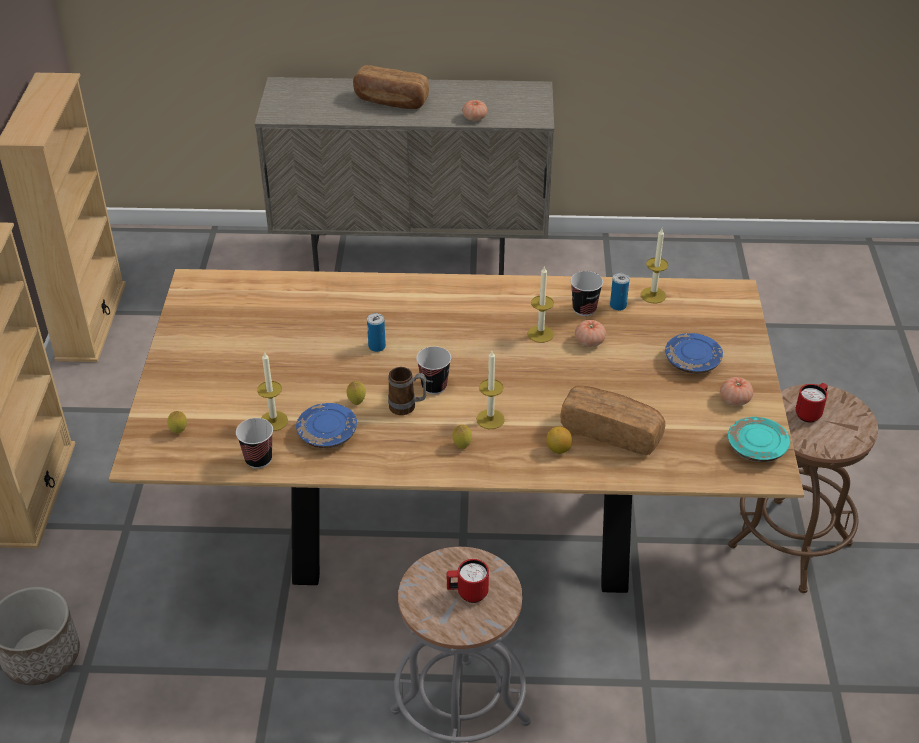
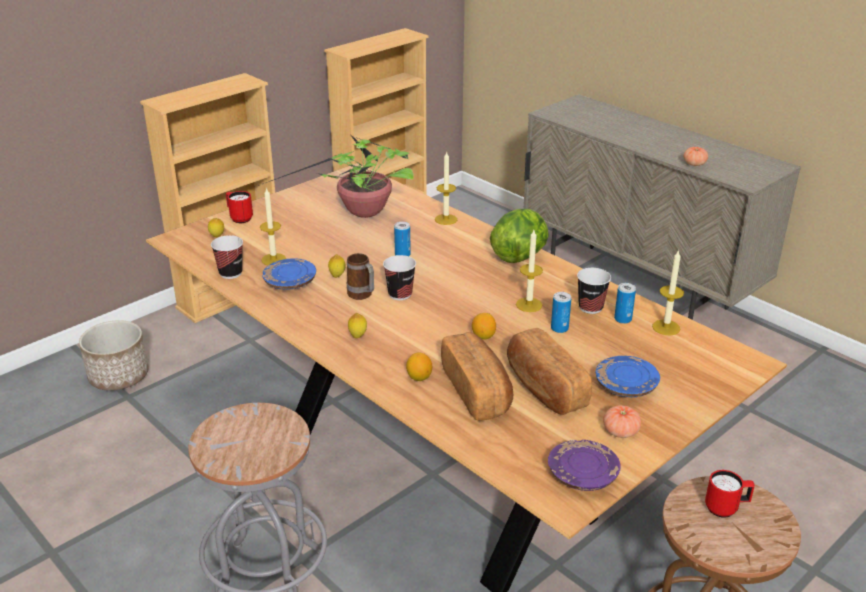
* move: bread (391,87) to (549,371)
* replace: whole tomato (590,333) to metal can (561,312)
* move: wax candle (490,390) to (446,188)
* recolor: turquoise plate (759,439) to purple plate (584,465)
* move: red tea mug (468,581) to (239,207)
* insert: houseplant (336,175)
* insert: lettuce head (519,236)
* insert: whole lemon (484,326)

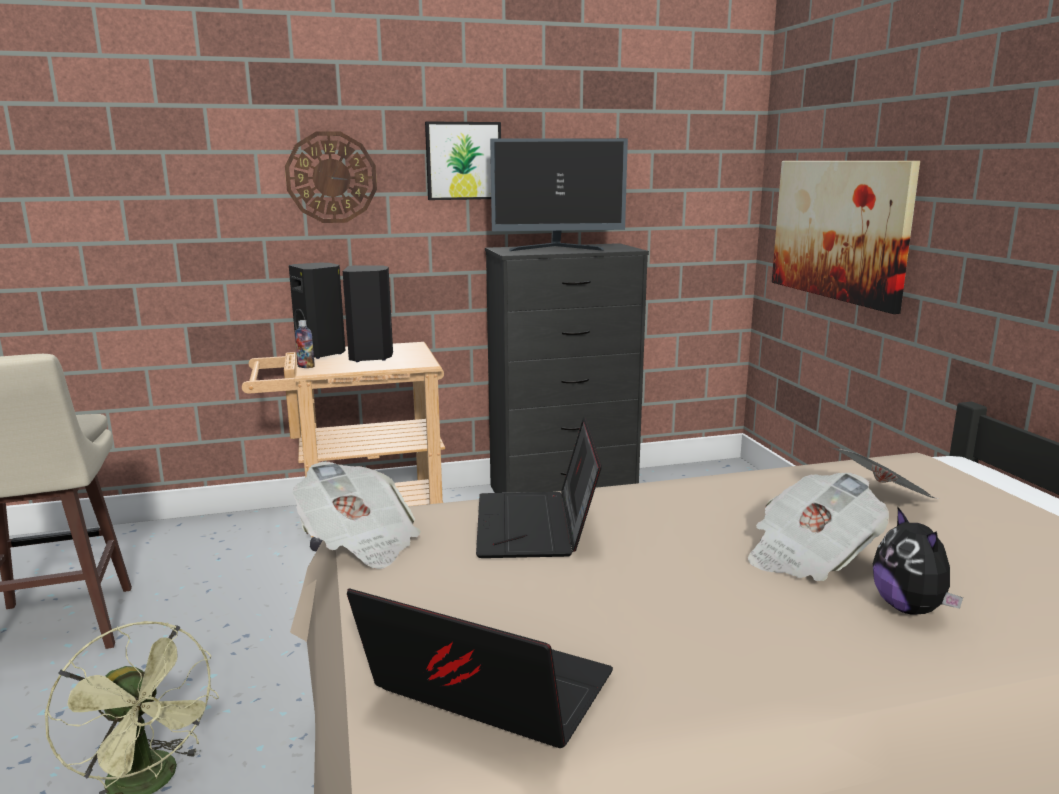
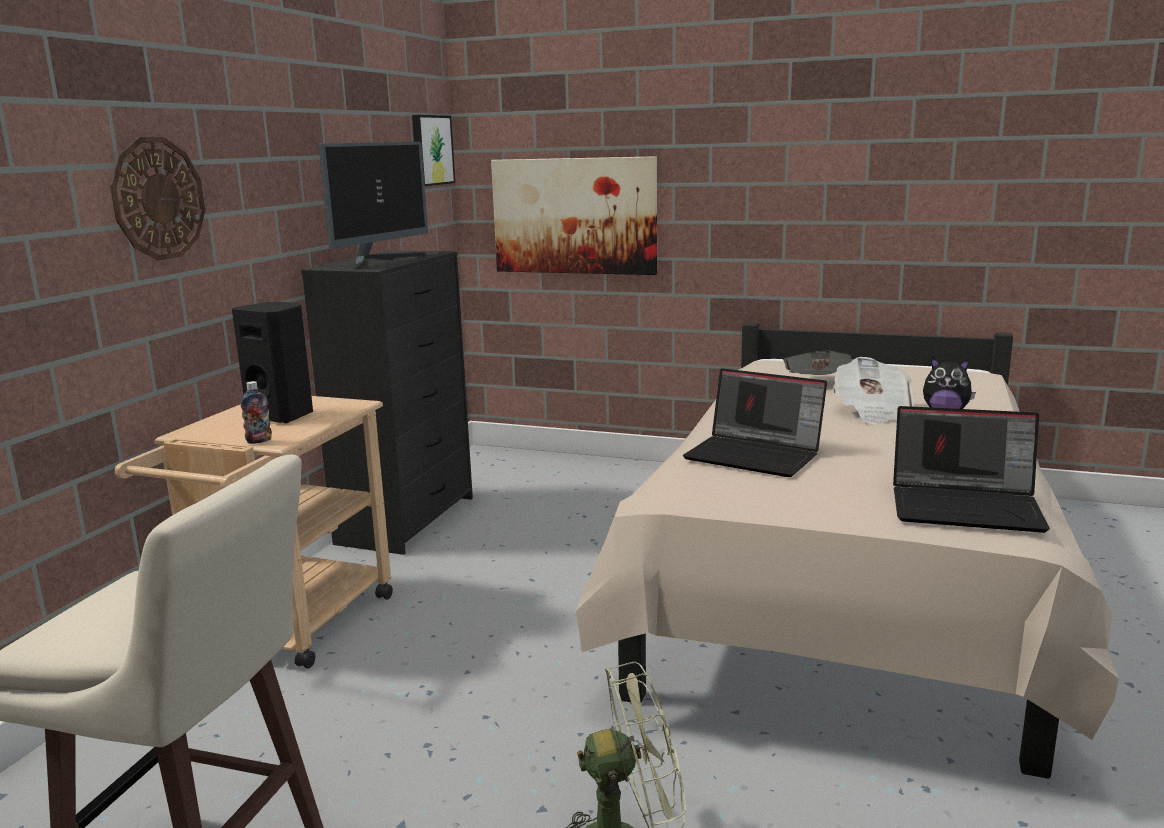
* move: wall picture (463,160) to (433,150)
* delete: black-coloured audio speaker (317,311)
* delete: newspaper (356,515)
* rotate: portable computer (480,668) = (971,469) 135 degrees counterclockwise

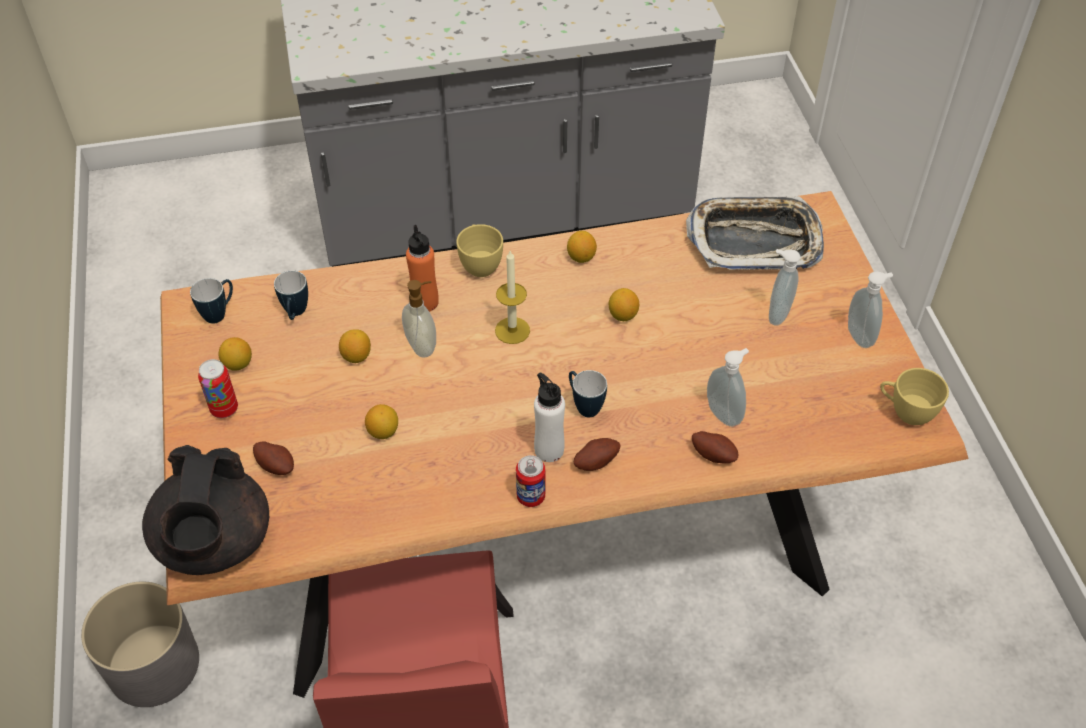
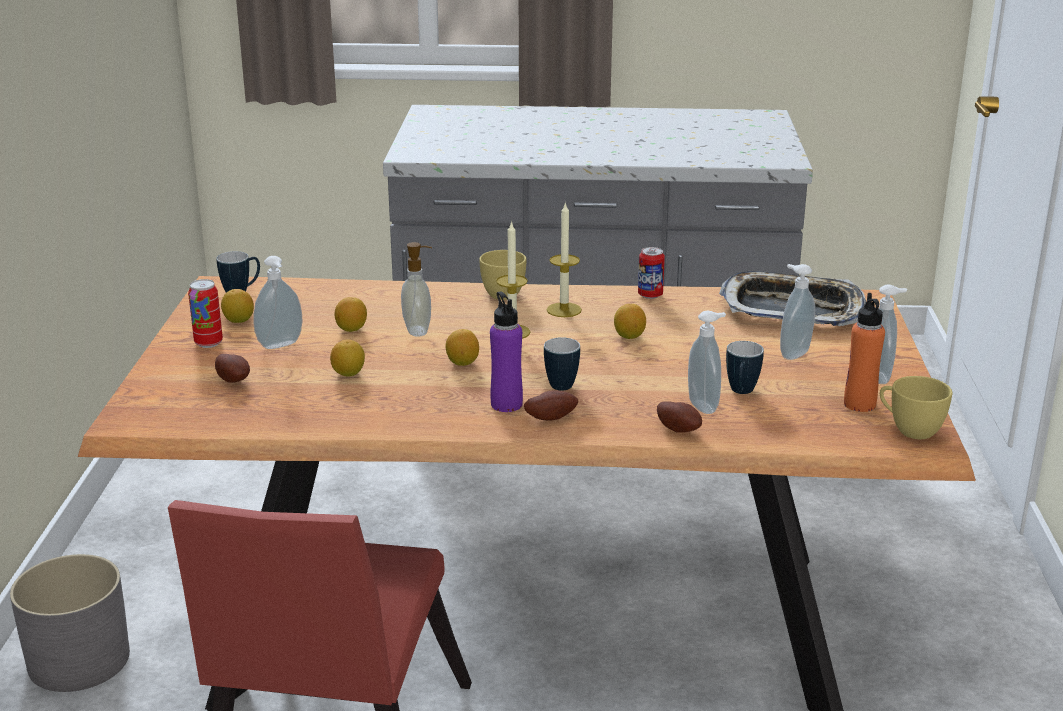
* move: orange beverage bottle (422,268) to (864,352)
* move: whole lemon (582,247) to (462,347)
* move: tea mug (291,295) to (745,367)
* recolor: white beverage bottle (549,417) to purple beverage bottle (506,351)
* delete: black-coloured tea pot (205,510)
* move: metal can (530,481) to (651,273)
* insert: wax candle (564,259)
* insert: soap bottle (277,302)

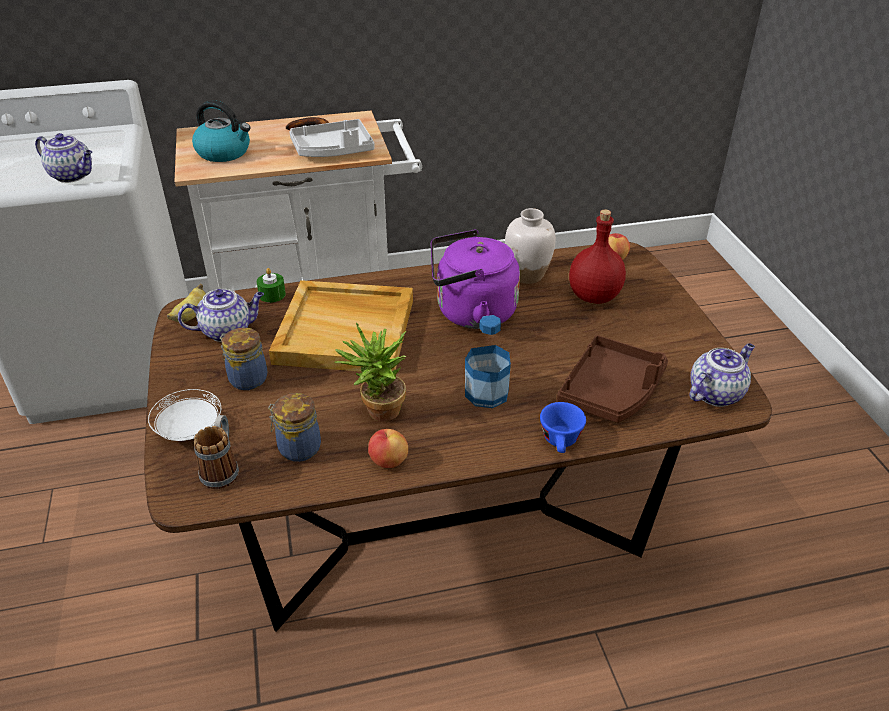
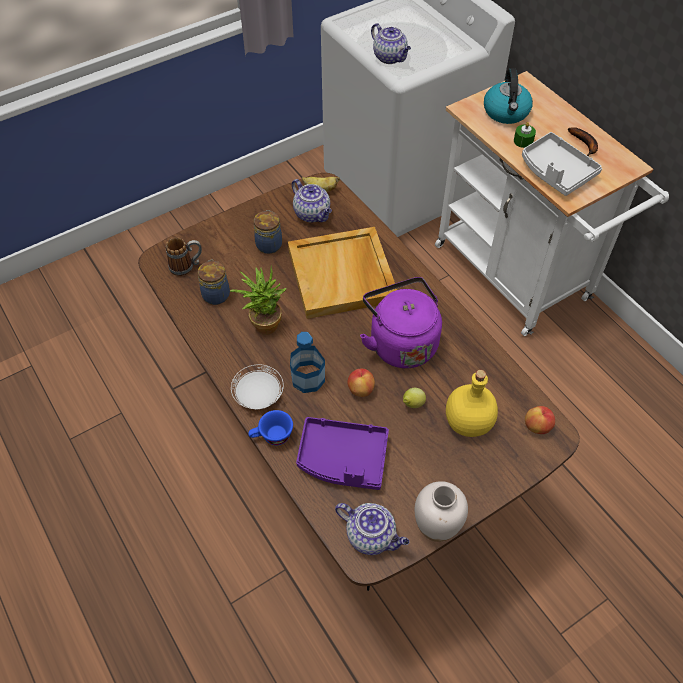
* rotate: tea pot (63,158) = (391,43) 45 degrees counterclockwise
* move: white vase (530,246) to (441,511)
* recolor: red beverage bottle (597,256) to yellowish beverage bottle (472,403)
* move: green wax candle (271,285) to (525,135)
* recolor: brown-coloured carrying tray (612,379) to purple carrying tray (342,453)
* move: white plate (184,415) to (257,387)
* move: apple (388,448) to (361,383)
* insert: whole lemon (414,398)

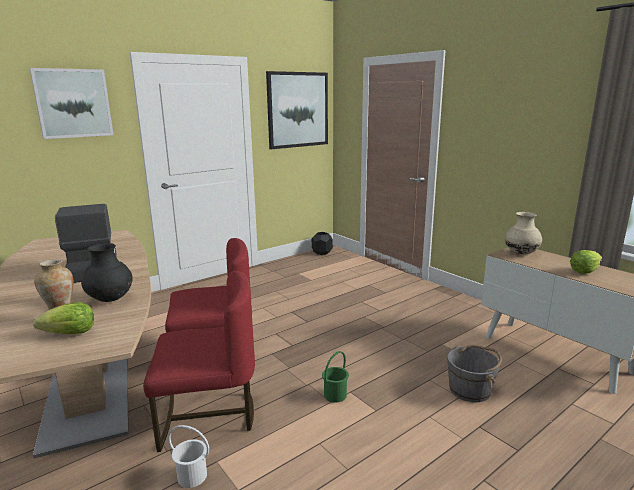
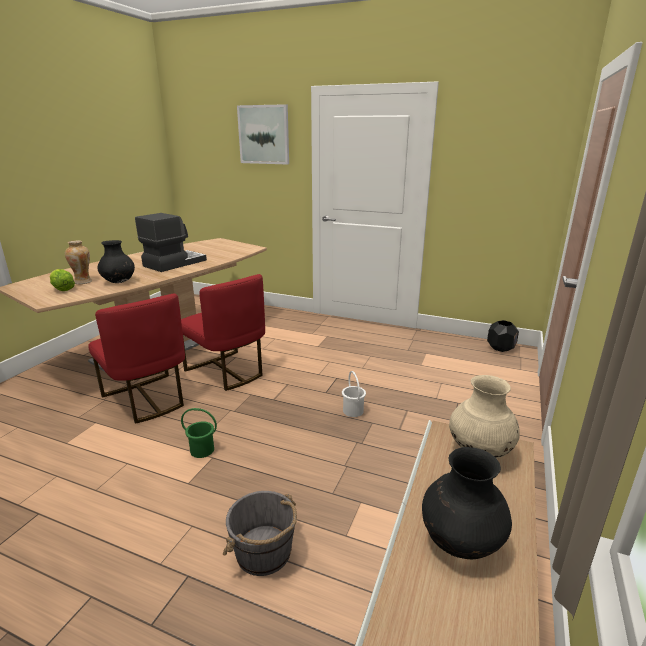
* delete: wall picture (297,110)
* replace: lettuce head (586,262) to black-coloured vase (467,503)
* move: white bucket (188,456) to (354,394)

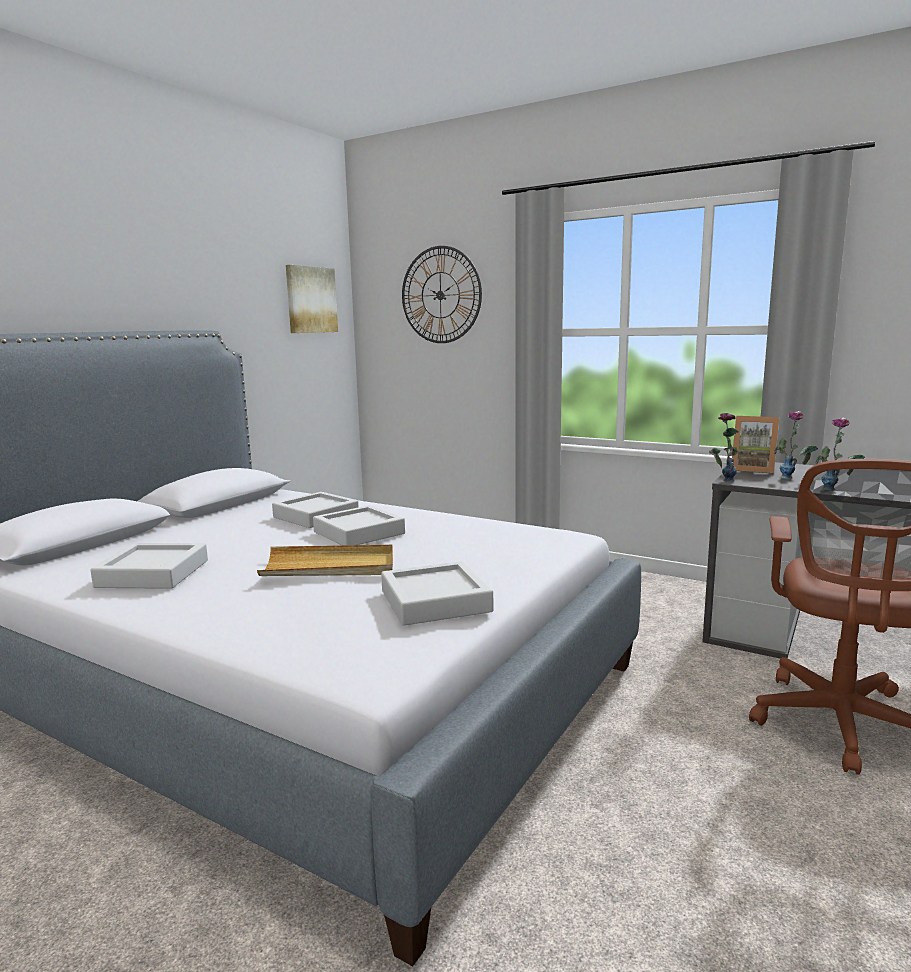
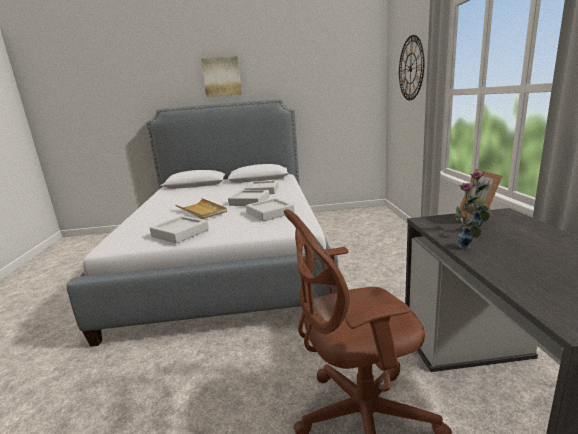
* move: wall picture (312,299) to (221,76)
* delete: vase (724,447)
* move: grey carrying tray (149,566) to (270,209)

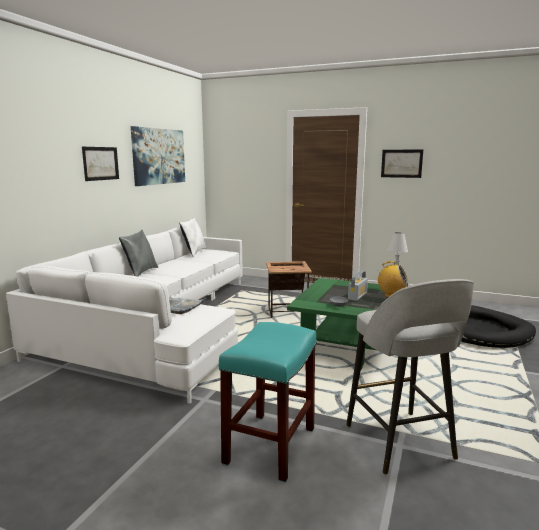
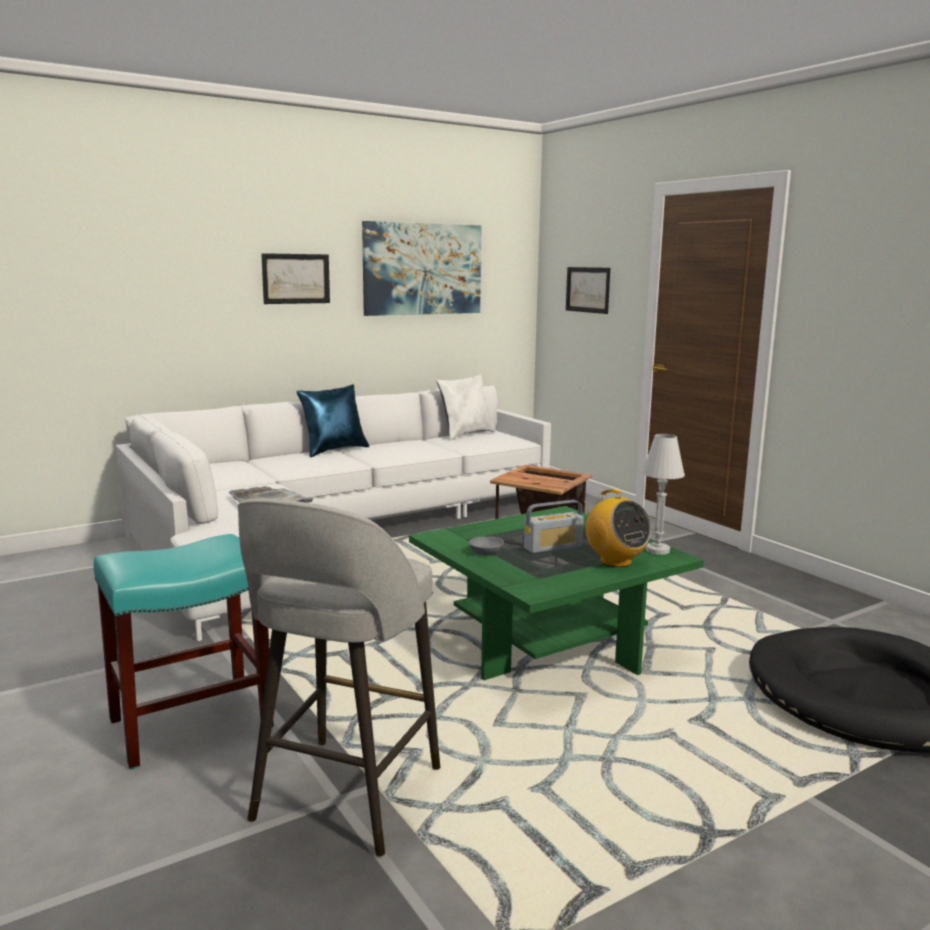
* move: wall picture (402,164) to (588,290)
* recolor: grey throw pillow (138,253) to bluish throw pillow (333,420)

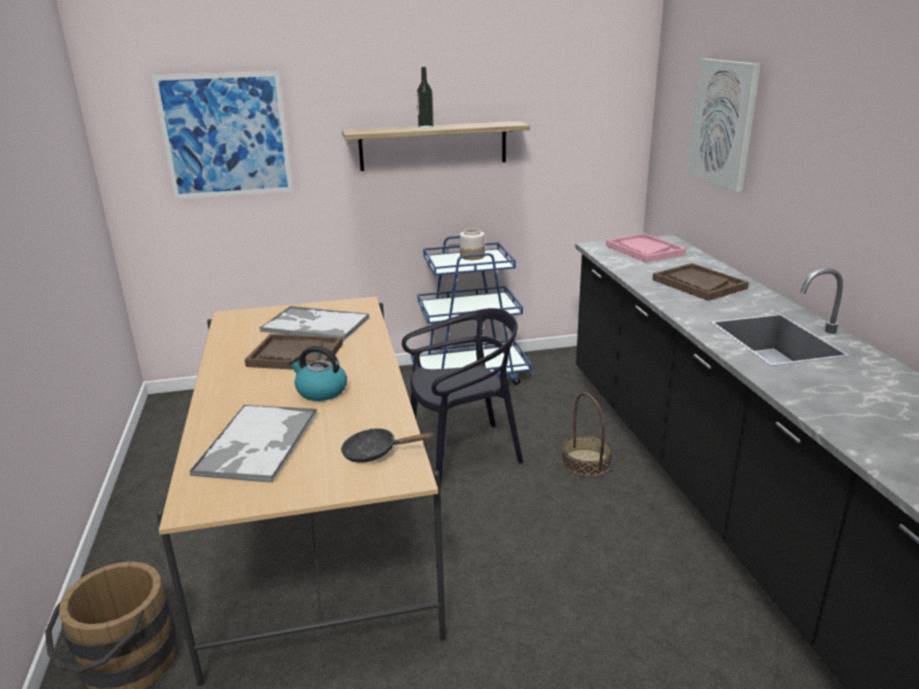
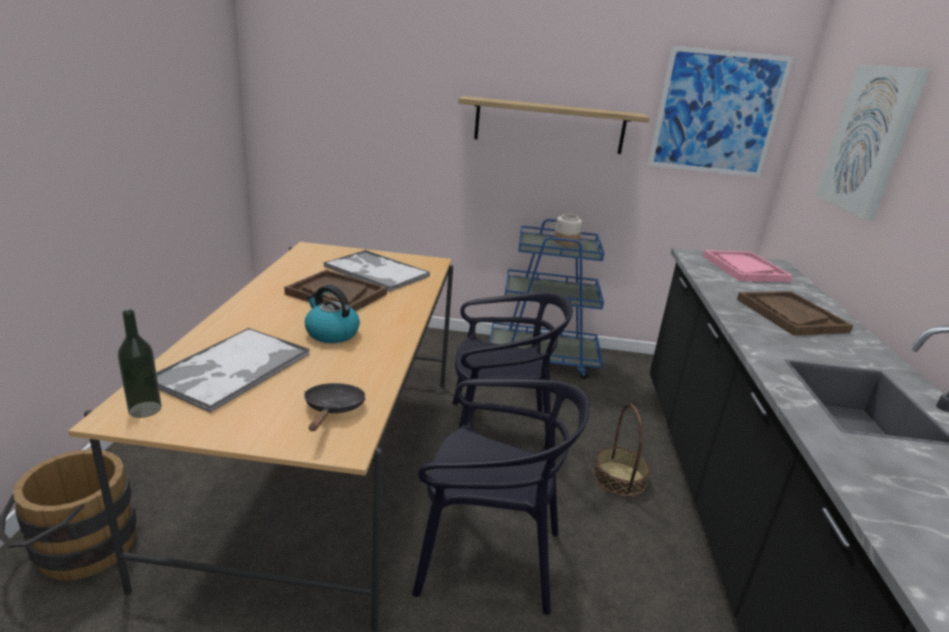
* move: beverage bottle (425,97) to (140,364)
* move: wall picture (222,135) to (721,111)
* rotate: black-coloured pan (388,445) = (335,407) 75 degrees clockwise
* insert: black-coloured upright chair (500,496)

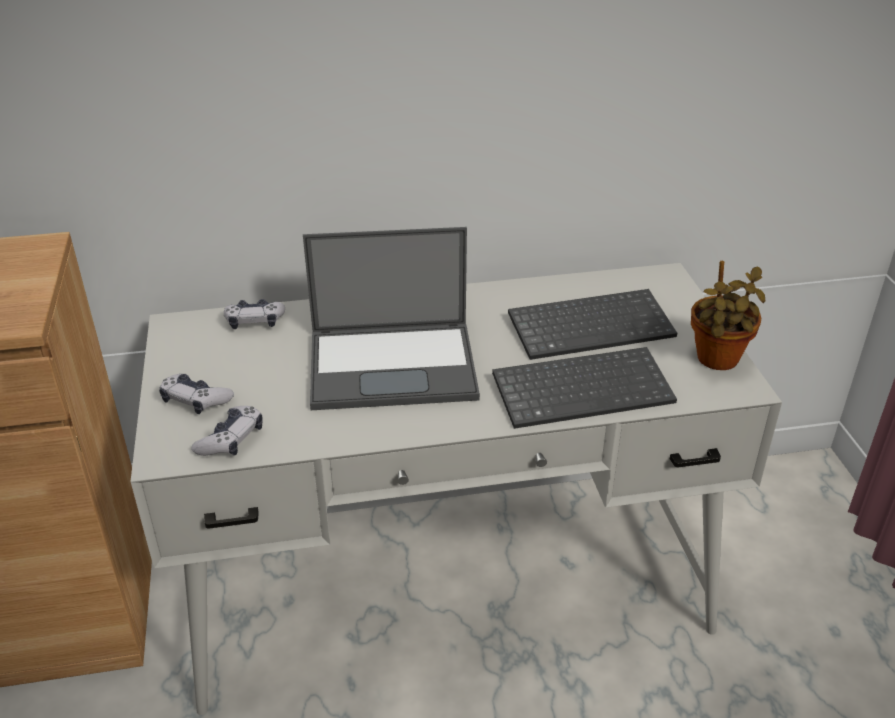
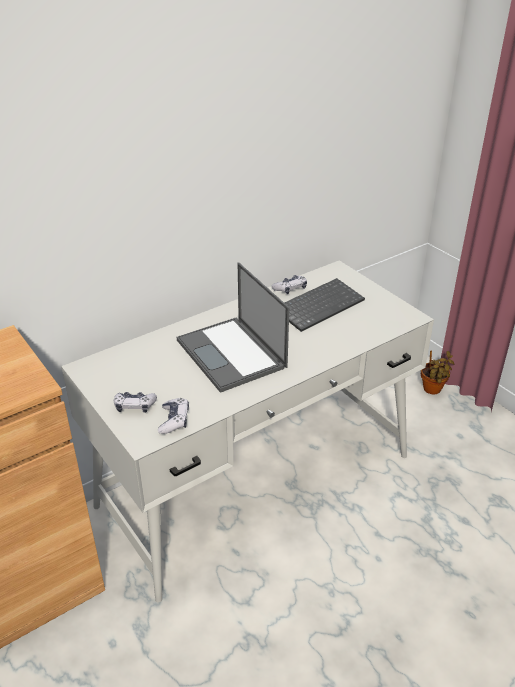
* rotate: portable computer (391,318) = (233,327) 90 degrees clockwise
* move: houseplant (728,315) to (438,372)
* move: game controller (254,314) to (289,284)
* delete: computer keyboard (584,388)

